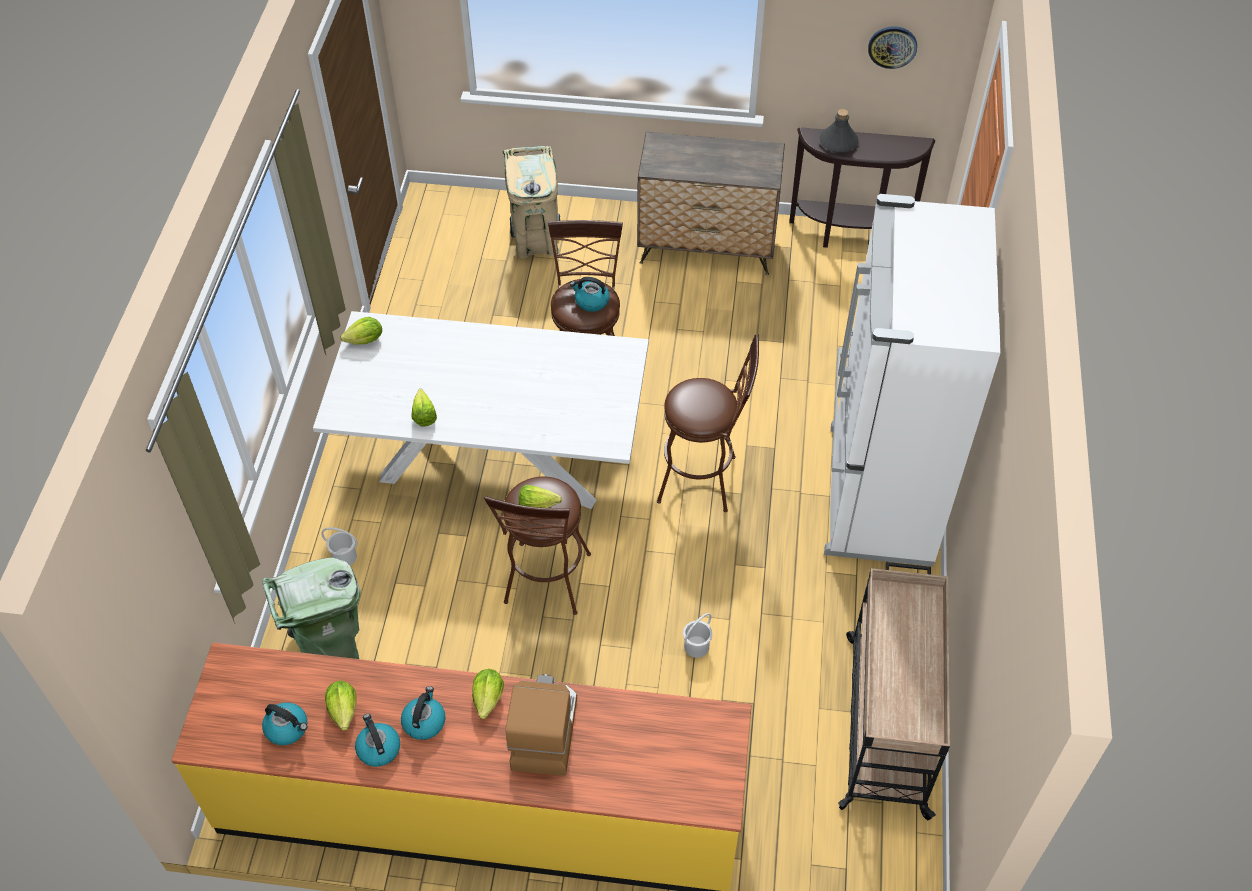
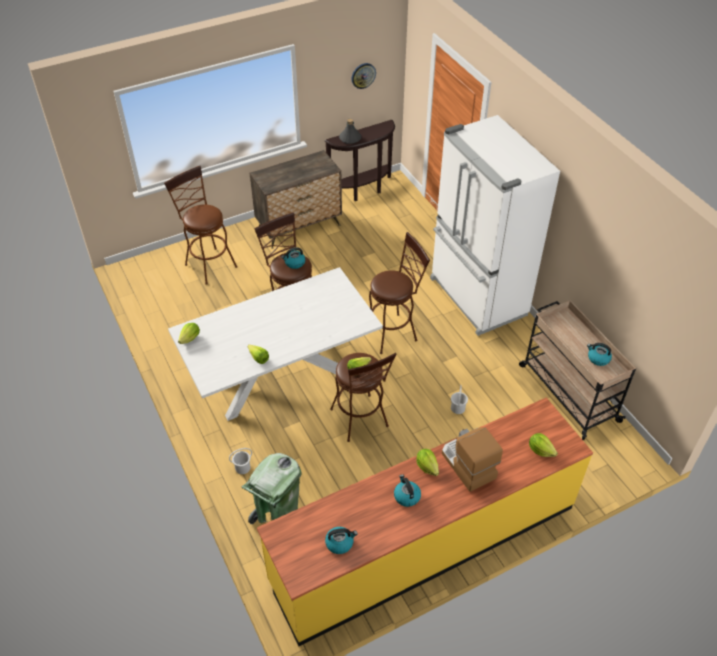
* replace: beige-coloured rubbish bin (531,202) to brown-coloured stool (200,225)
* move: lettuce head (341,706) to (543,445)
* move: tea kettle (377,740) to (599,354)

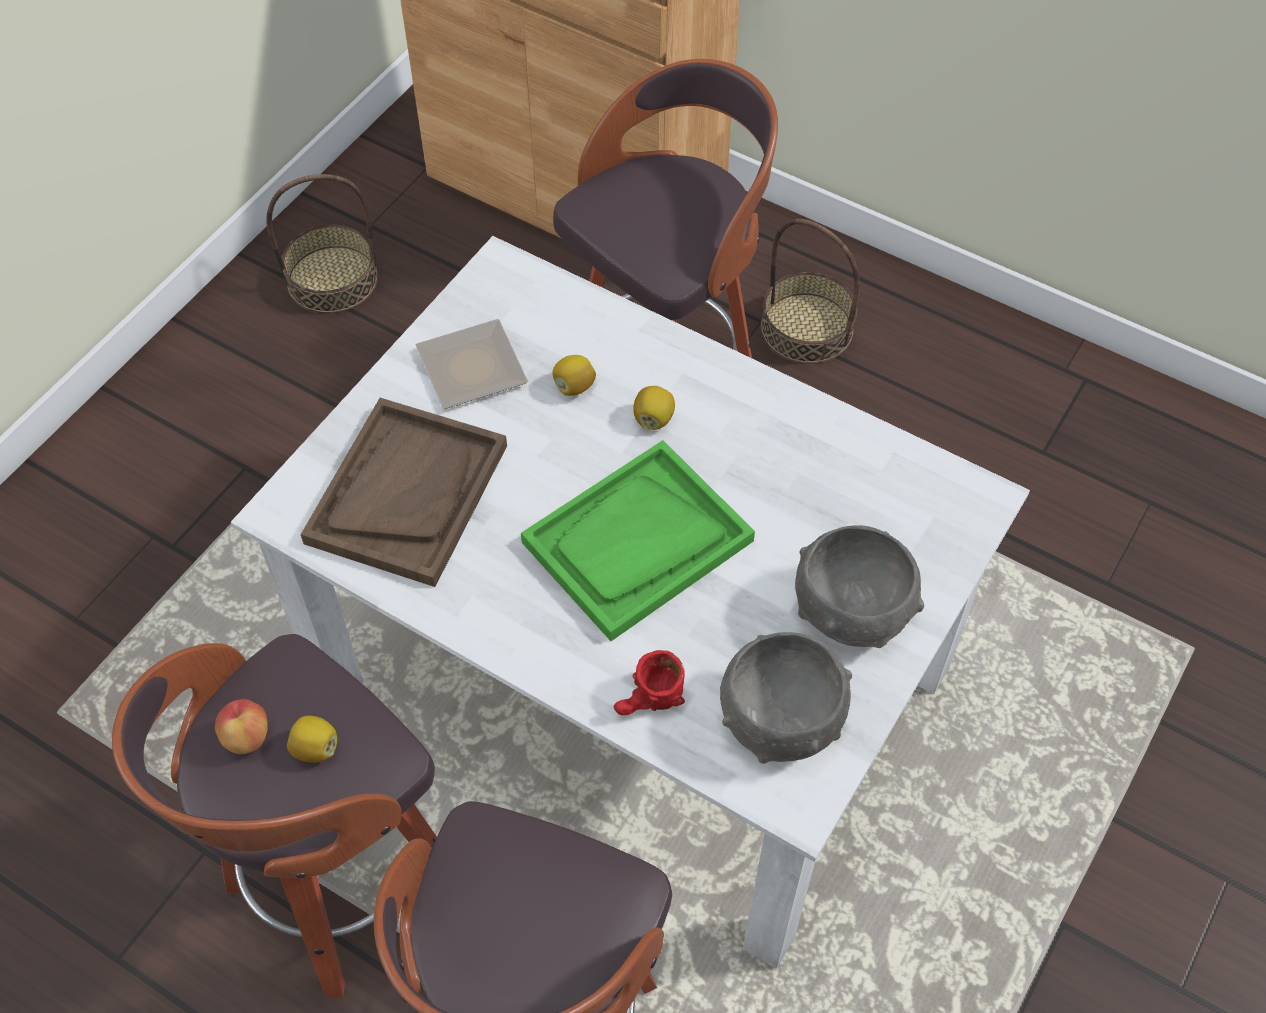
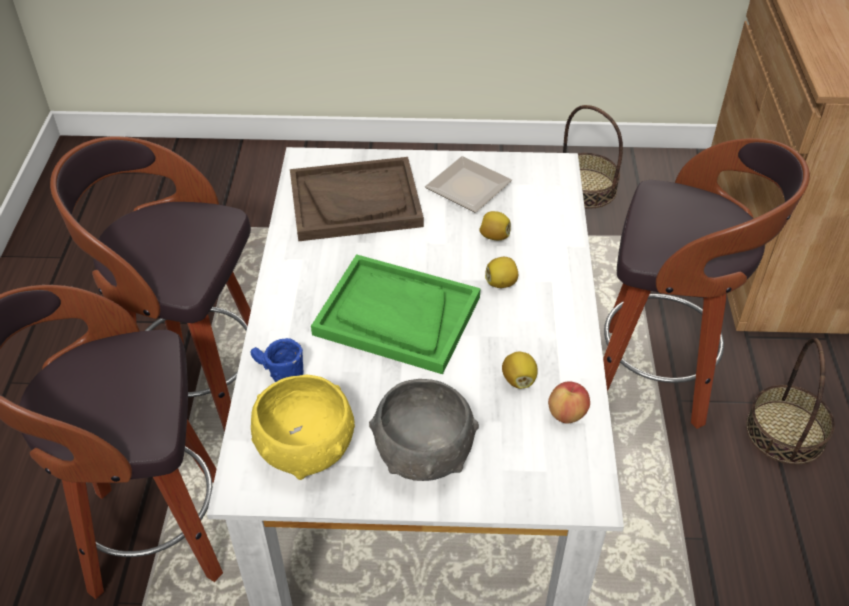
* recolor: grey deep dish (786,698) to yellowish deep dish (303,427)
* recolor: red tea mug (649,682) to bluish tea mug (277,360)
* move: apple (241,726) to (569,402)
* move: whole lemon (312,739) to (520,370)

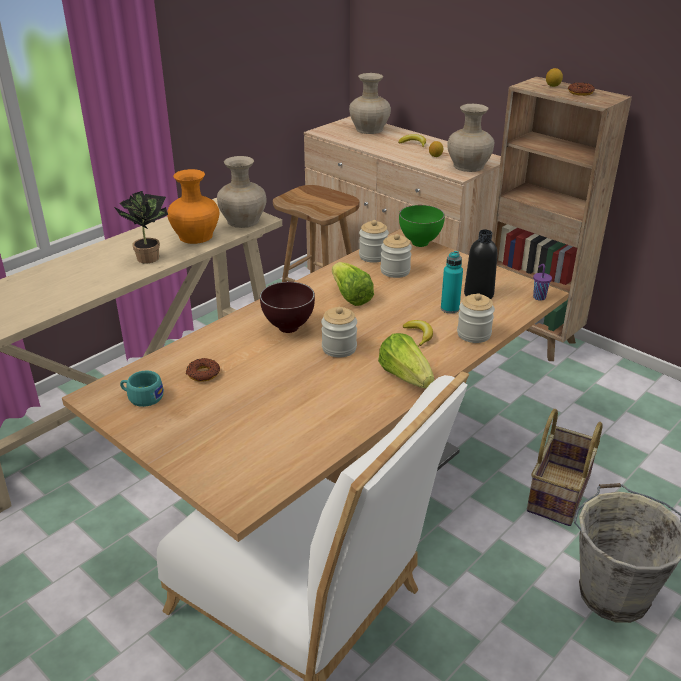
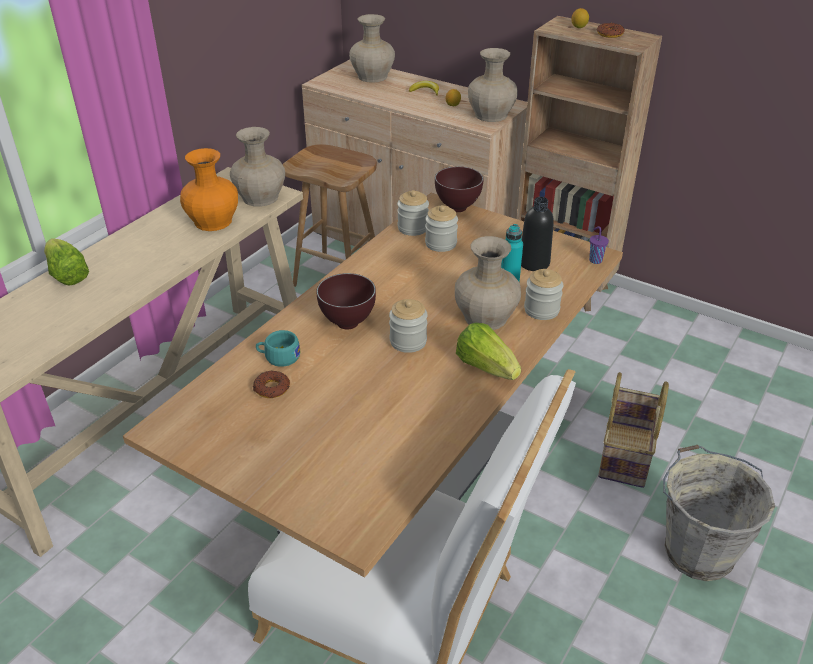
* delete: houseplant (141,227)
* recolor: green deep dish (422,226) to brown-coloured deep dish (459,189)
* move: lettuce head (353,284) to (66,262)
* replace: whole banana (418,333) to beige-coloured vase (488,283)
* move: turquoise small cup (142,388) to (278,348)

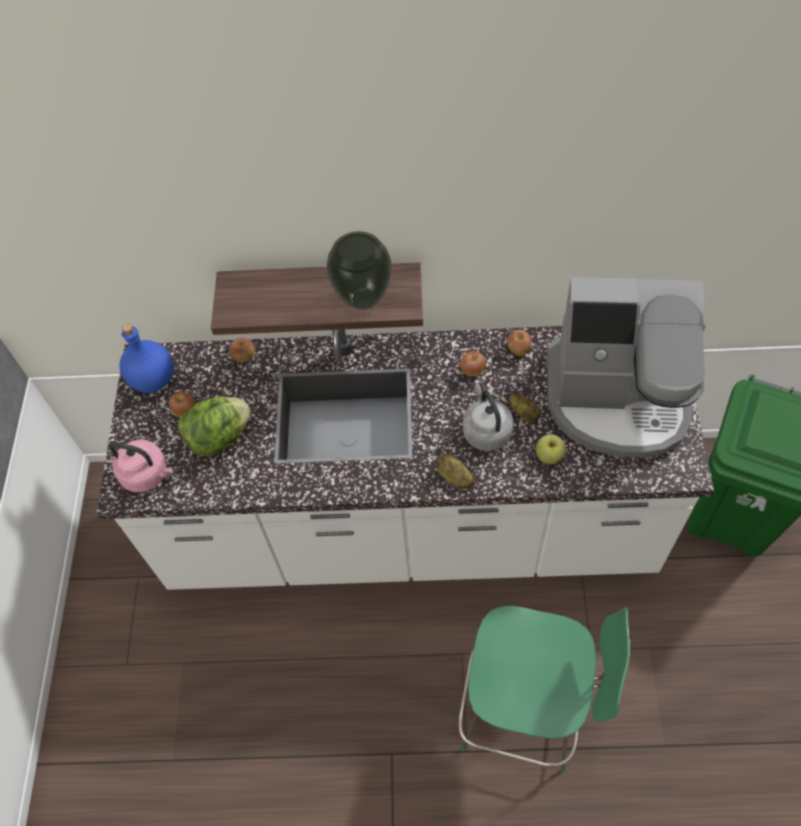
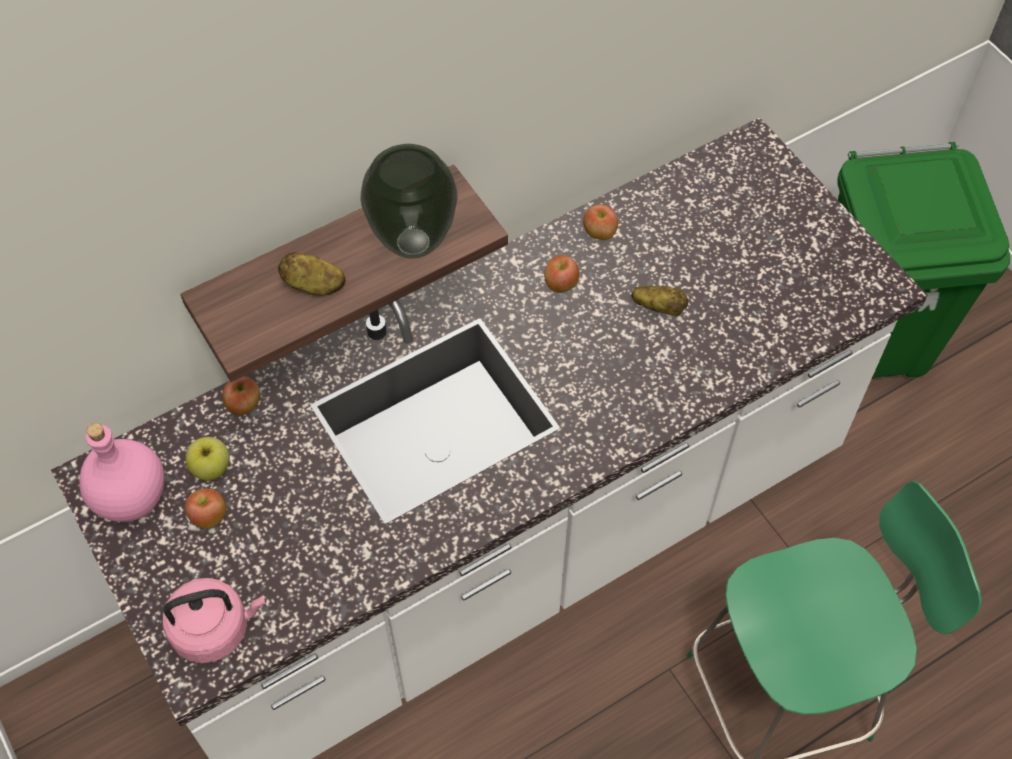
* delete: coffee machine (626,367)
* recolor: bluish beverage bottle (146,358) to pink-coloured beverage bottle (122,472)
* delete: grey tea kettle (488,417)
* delete: lettuce head (214,426)
* move: apple (551,449) to (207,459)
* move: spud (454,470) to (312,274)

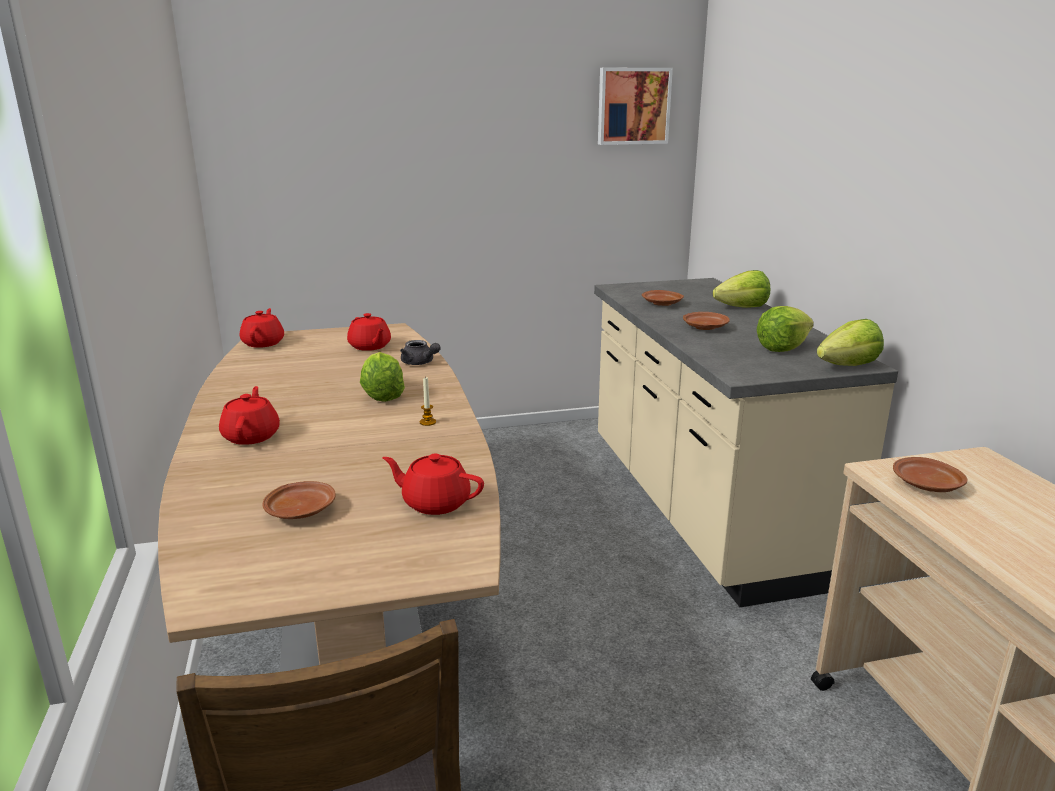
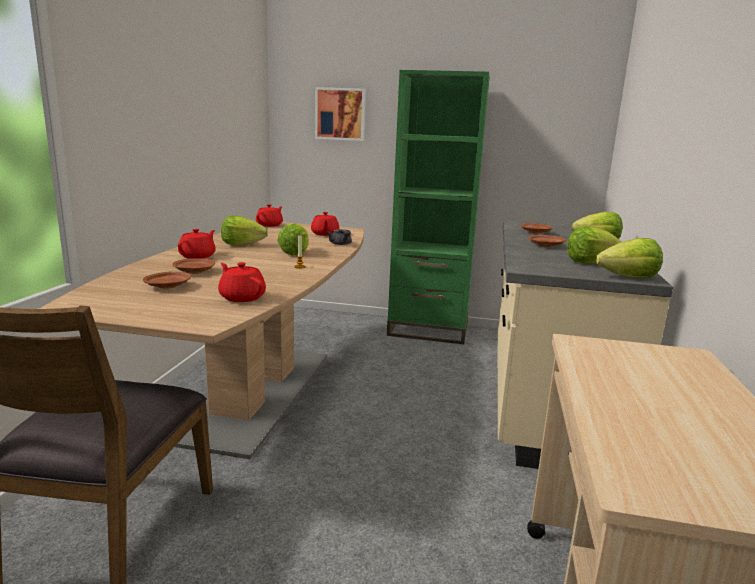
* move: wall picture (635,106) to (340,114)
* move: brown-coloured plate (930,474) to (193,266)
* insert: green bookshelf (438,207)
* insert: lettuce head (244,231)

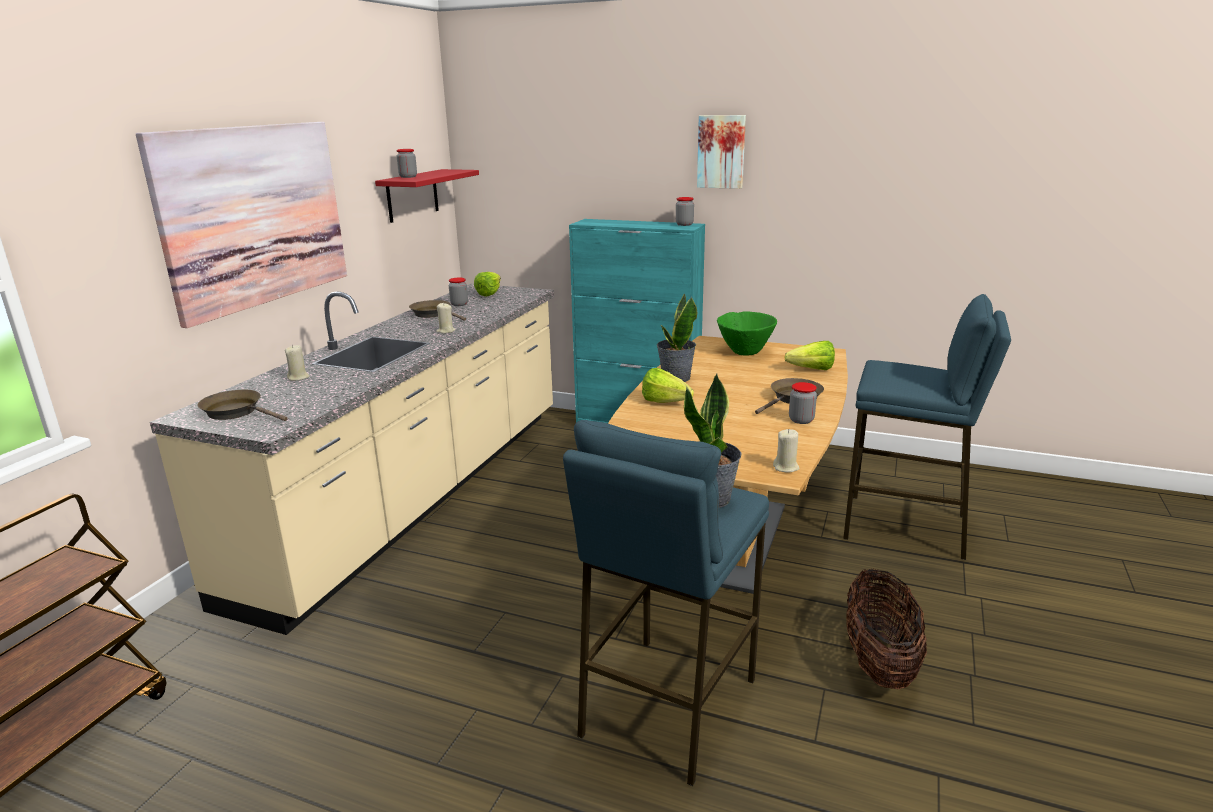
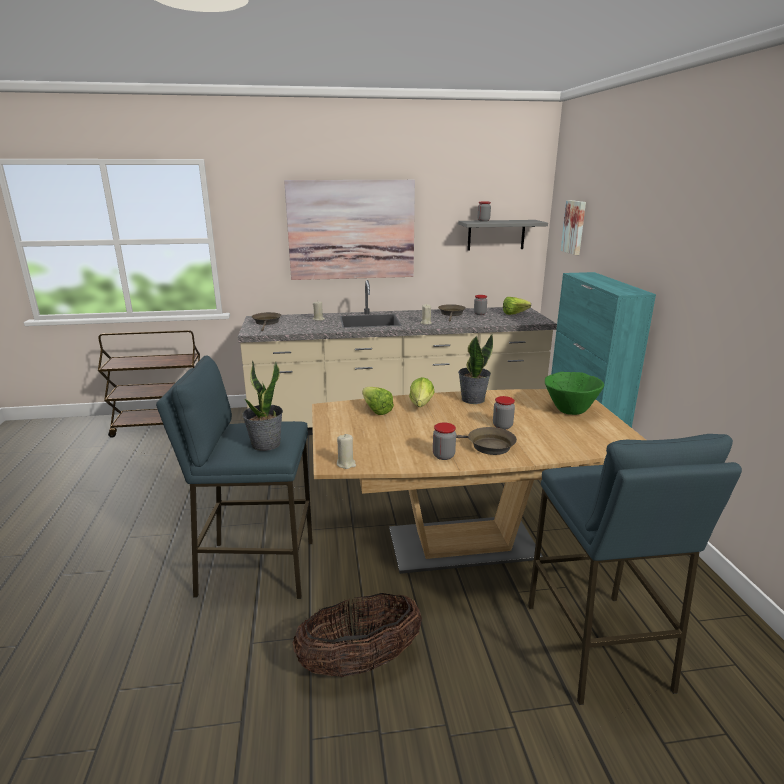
* move: wall picture (721,152) to (573,227)
* recolor: red bracket shelf (427,196) to grey bracket shelf (503,235)
* move: storage jar (685,211) to (504,412)
* move: lettuce head (809,355) to (378,401)

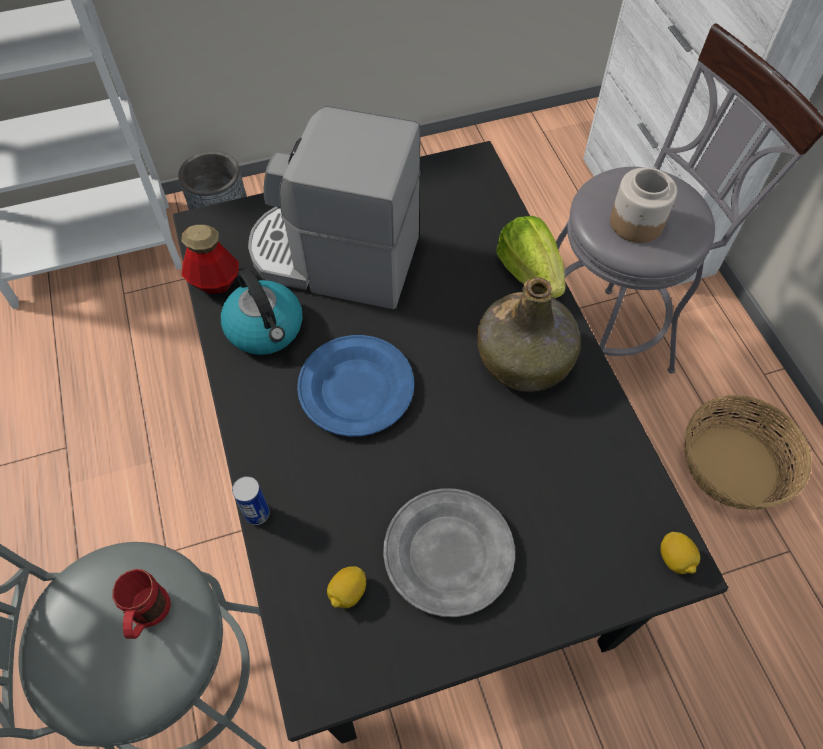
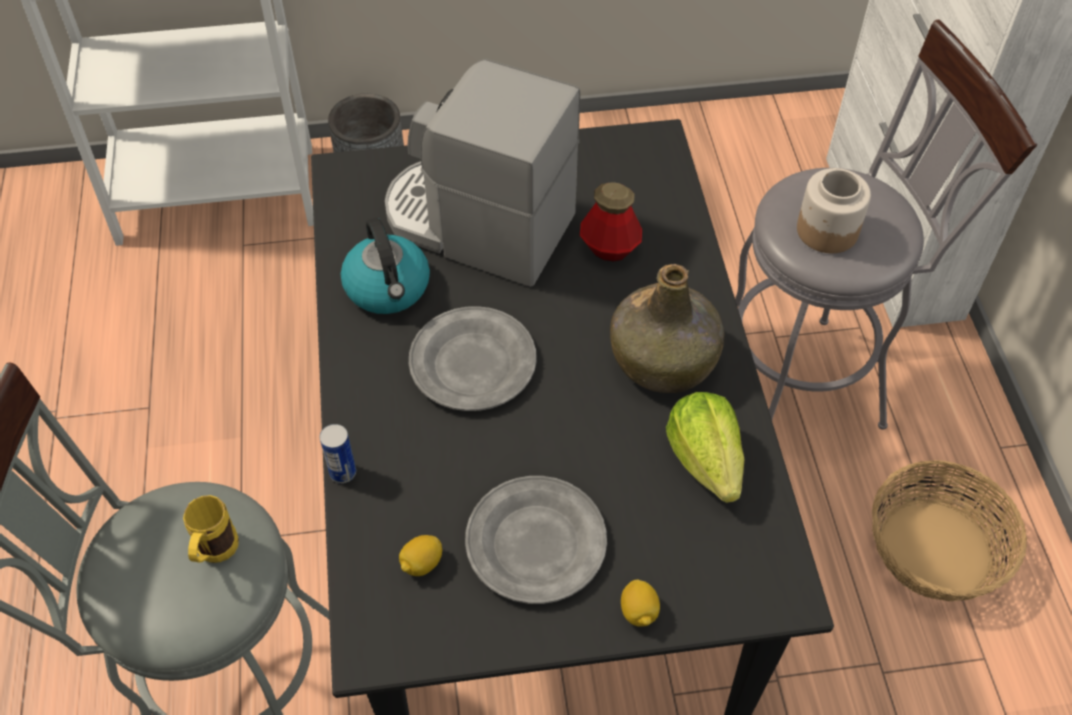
* move: lettuce head (530,257) to (705,447)
* move: beverage bottle (210,259) to (611,221)
* recolor: bluish plate (355,386) to grey plate (473,358)
* move: whole lemon (680,553) to (640,603)
* recolor: red tea mug (141,604) to yellowish tea mug (211,529)

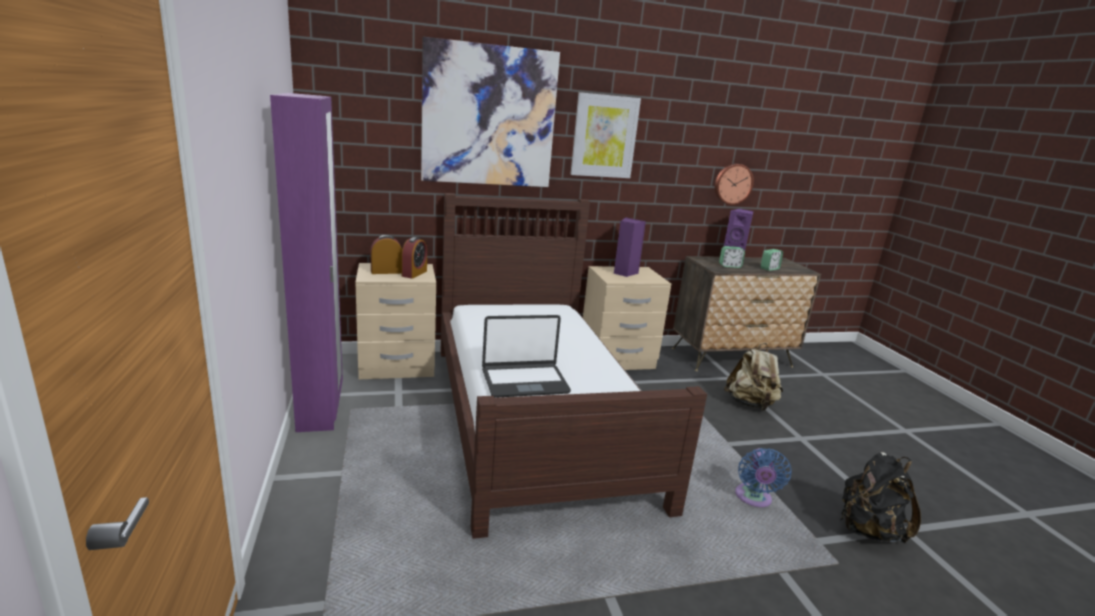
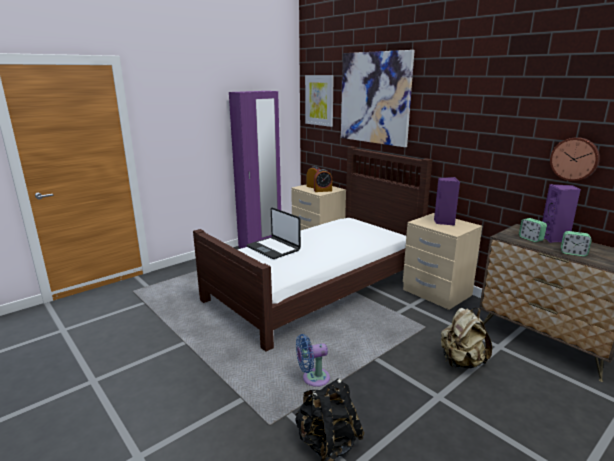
* move: wall picture (605,135) to (319,101)

